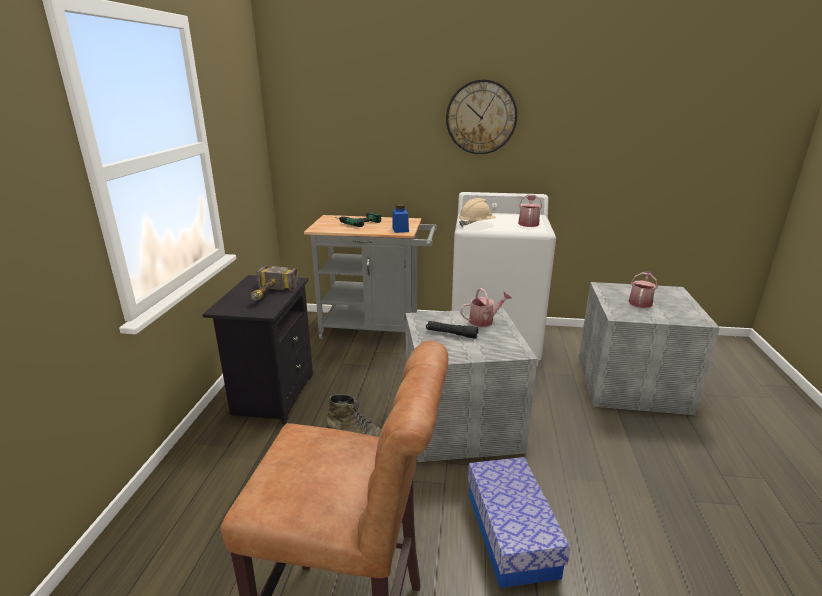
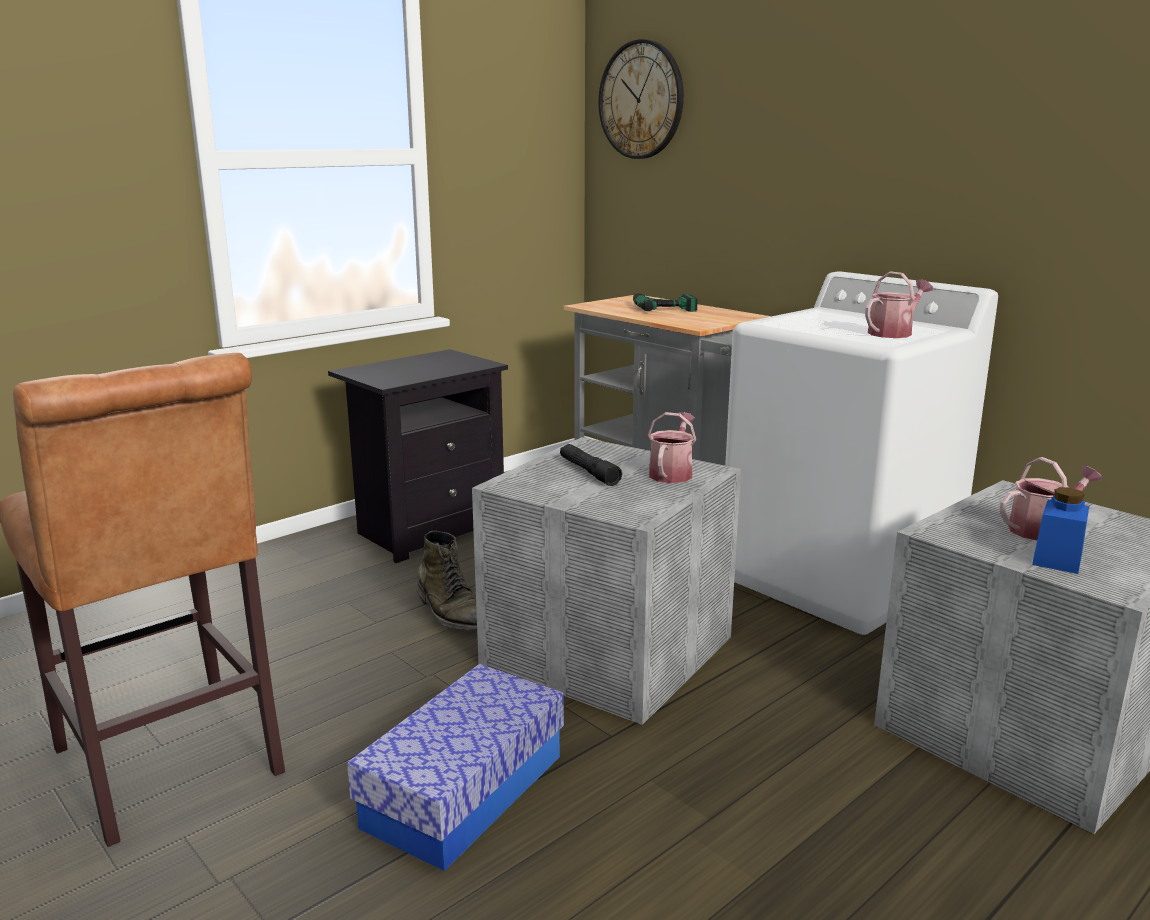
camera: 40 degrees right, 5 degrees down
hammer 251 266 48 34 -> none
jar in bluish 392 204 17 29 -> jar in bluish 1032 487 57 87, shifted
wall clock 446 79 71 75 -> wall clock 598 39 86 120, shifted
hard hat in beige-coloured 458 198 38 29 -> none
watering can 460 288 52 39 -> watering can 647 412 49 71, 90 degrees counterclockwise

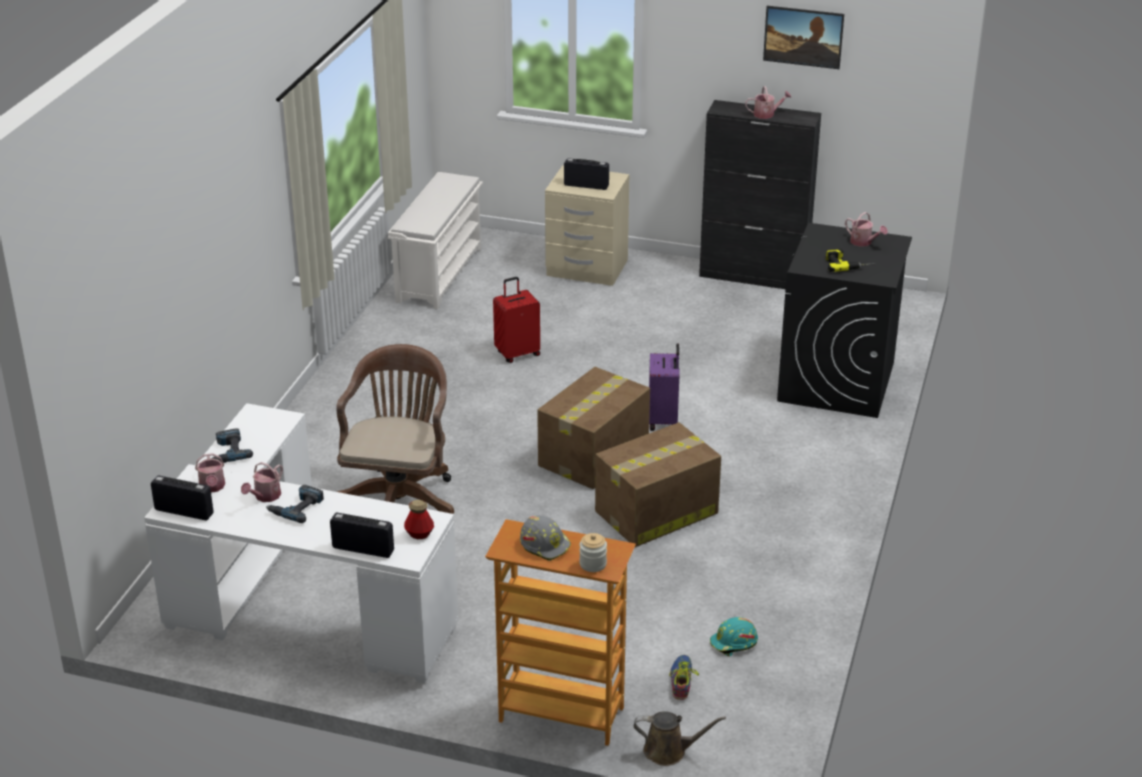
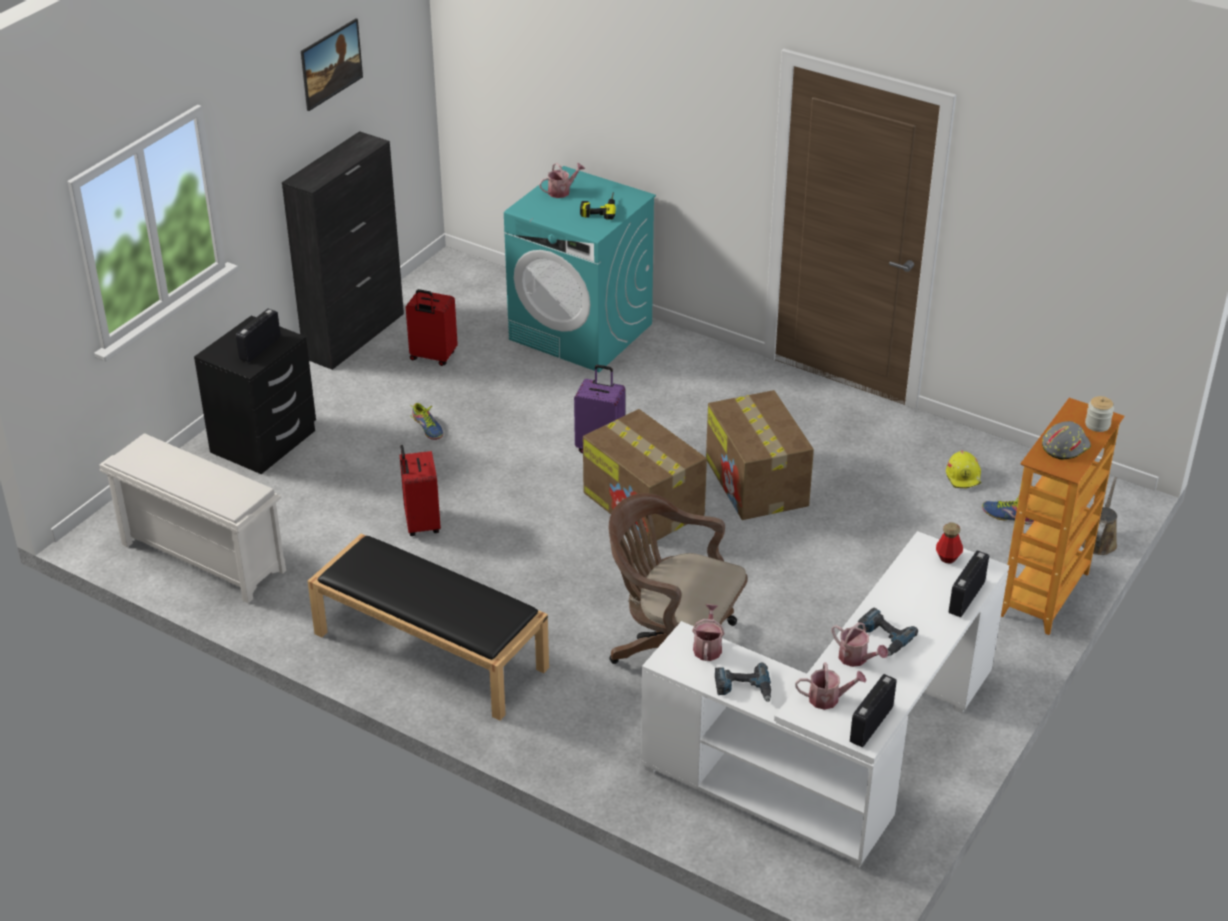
camera: 75 degrees left, 5 degrees up
bedside table in beige-coloured 545 165 84 121 -> bedside table in black-coloured 194 316 122 158
hard hat in turquoise 710 617 48 40 -> hard hat in yellow-coloured 946 451 35 37
watering can 745 86 46 33 -> watering can 692 604 32 57, shifted
washing machine in black-coloured 777 223 135 195 -> washing machine in turquoise 504 166 152 206
none -> bench in black-coloured 308 534 241 187
none -> suitcase in red-coloured 406 289 52 77
none -> item of footwear 410 403 33 37

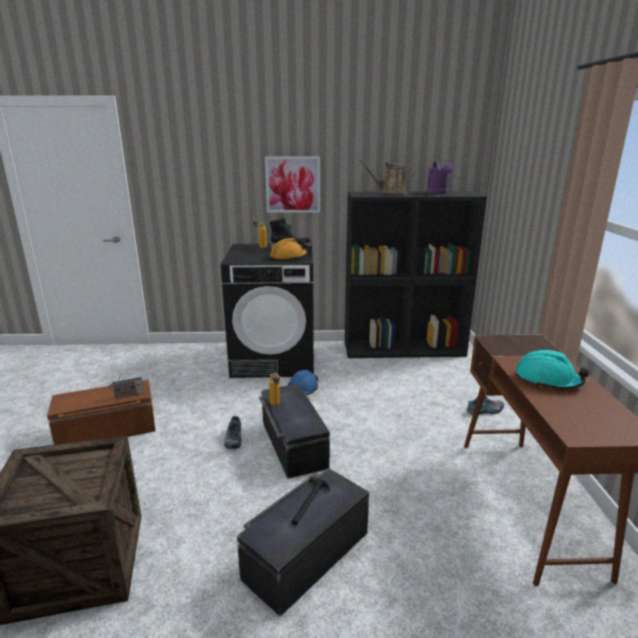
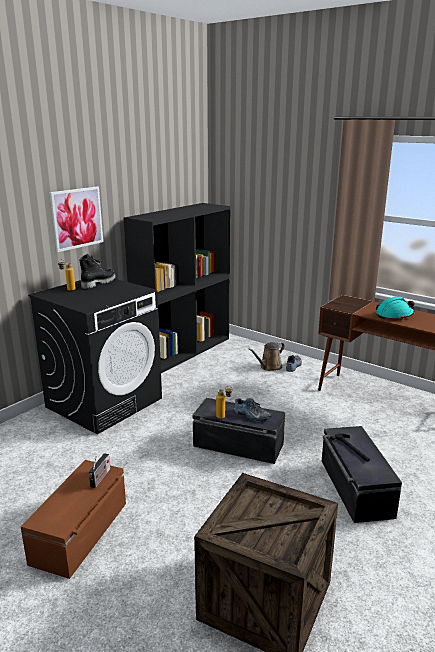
camera: 50 degrees left, 0 degrees up
item of footwear 224 416 18 33 -> item of footwear 234 398 37 24, shifted
hard hat in orange 270 238 38 23 -> none
hard hat in bluish 288 370 31 25 -> none
watering can in brownish 359 159 56 36 -> watering can in brownish 249 342 35 29, shifted
watering can in purple-coloured 427 161 26 33 -> none

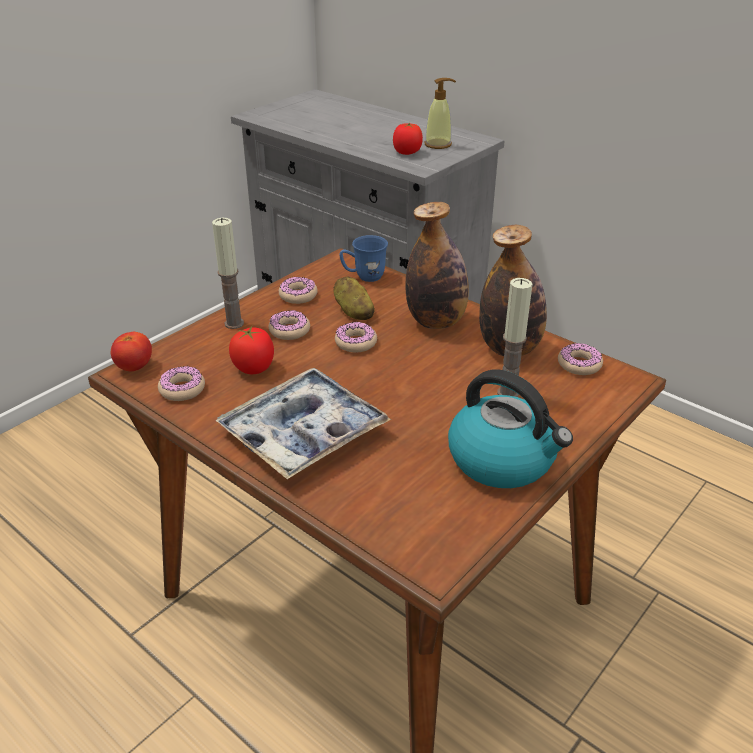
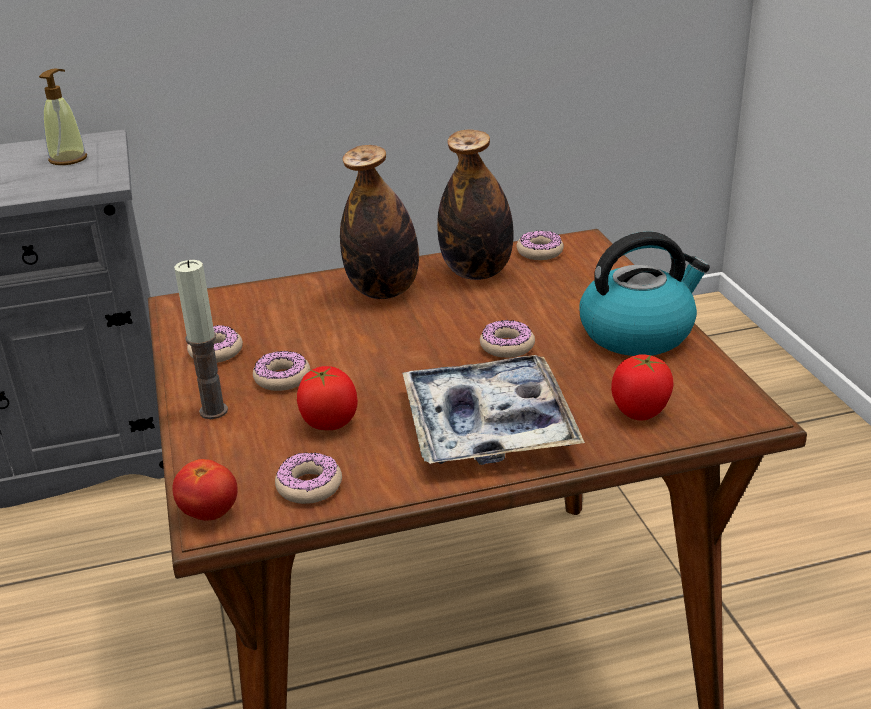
camera: 55 degrees left, 5 degrees down
whole potato 334 276 41 44 -> none
ring doughnut 335 322 42 30 -> ring doughnut 480 320 55 38, shifted
coffee mug in bluish 339 235 49 47 -> none
whole tomato 393 123 30 32 -> whole tomato 611 354 63 67, shifted
wax light 497 278 36 119 -> none

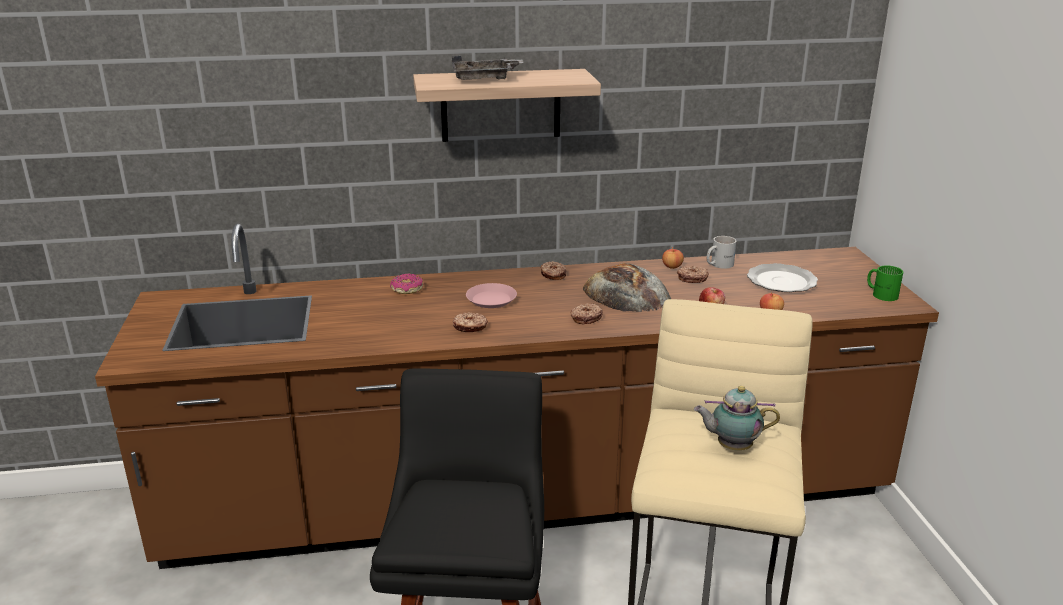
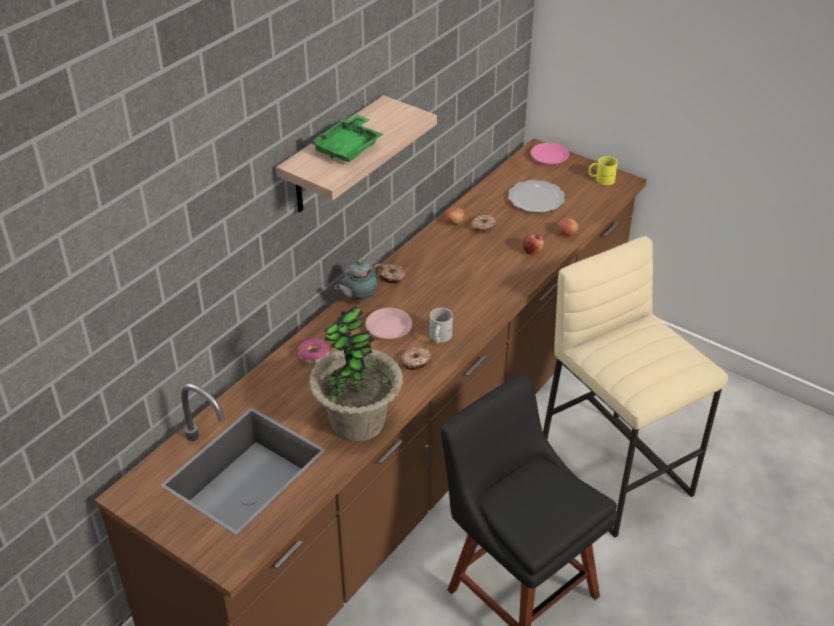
camera: 45 degrees left, 15 degrees up
serving tray in gray 452 55 72 25 -> serving tray in green-coloured 309 114 74 48
ring doughnut 570 304 33 20 -> none
bakery bread 583 263 88 49 -> none
teapot 694 386 86 65 -> teapot 334 259 50 44, shifted
coffee mug in white-coloured 707 236 29 33 -> coffee mug in white-coloured 430 308 23 36, shifted
coffee mug in green-coloured 867 265 36 36 -> coffee mug in yellow-coloured 589 156 29 29
none -> potted plant 309 305 94 136
none -> flat dish in pink-coloured 531 143 38 22

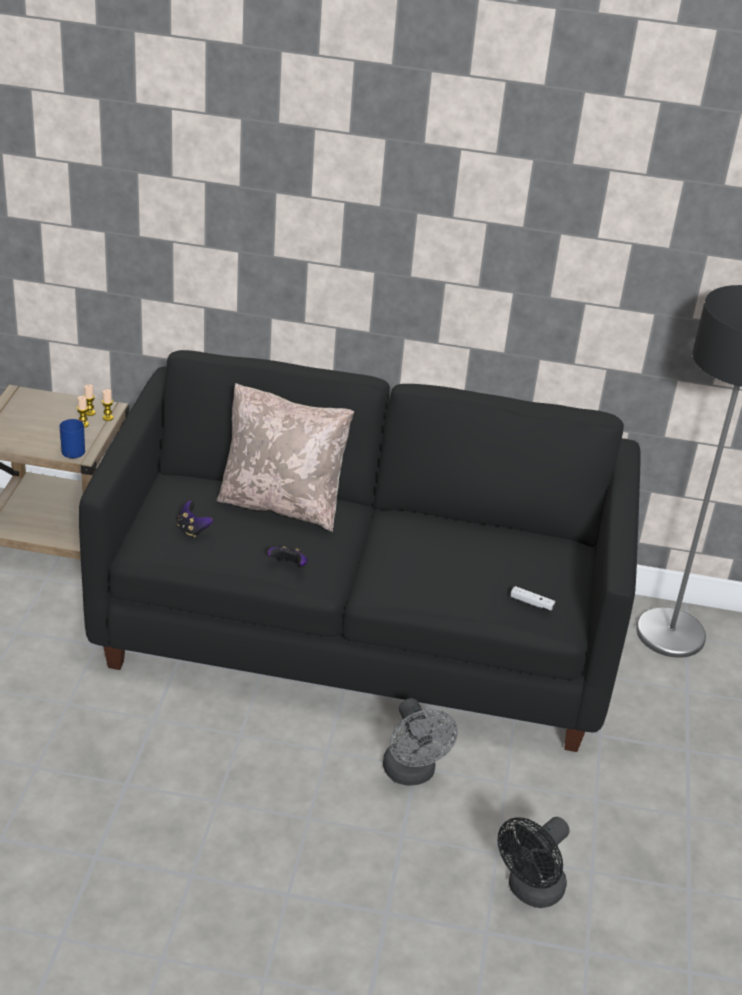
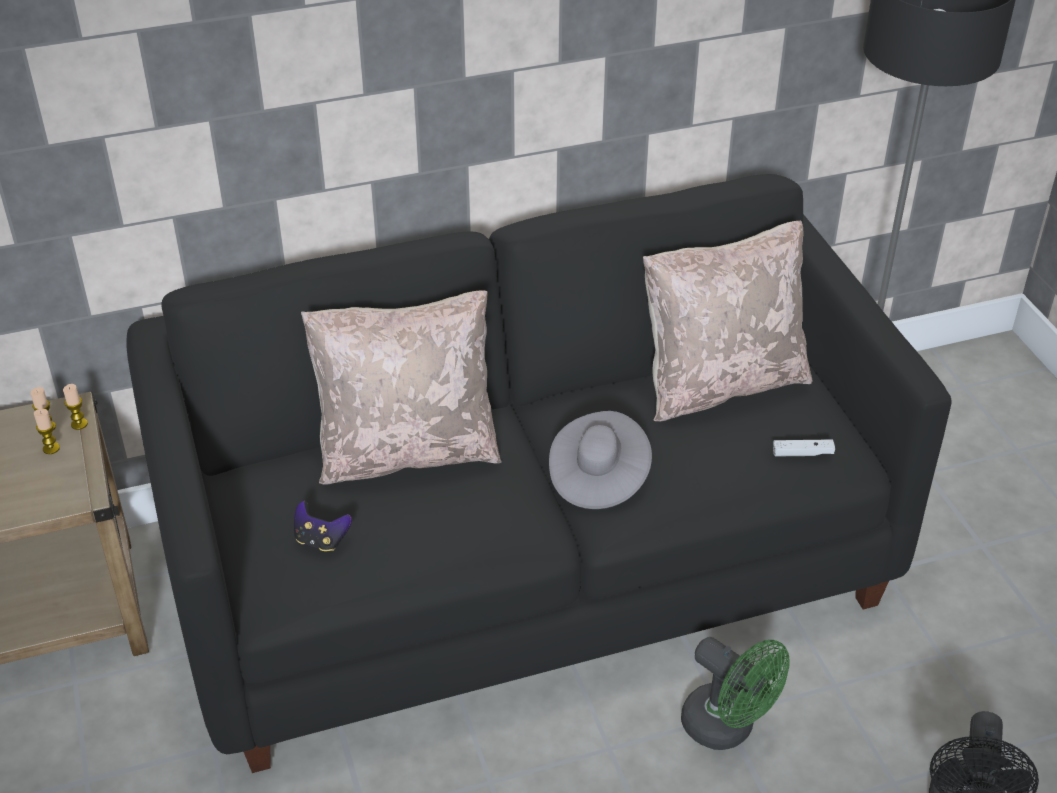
camera: 25 degrees left, 5 degrees up
coffee mug in bluish 59 419 26 39 -> none
game controller 268 546 40 21 -> none
electric fan in gray 383 698 75 88 -> electric fan in green-coloured 681 637 109 113
none -> clothing hat in gray 549 411 103 98
none -> throw pillow in beige-coloured 643 221 169 201

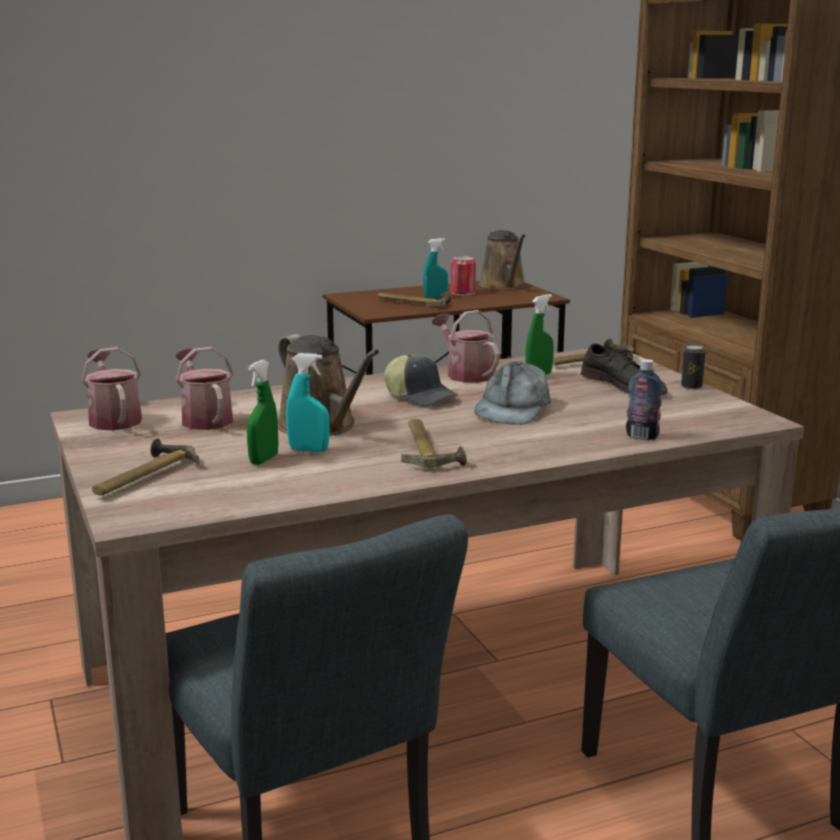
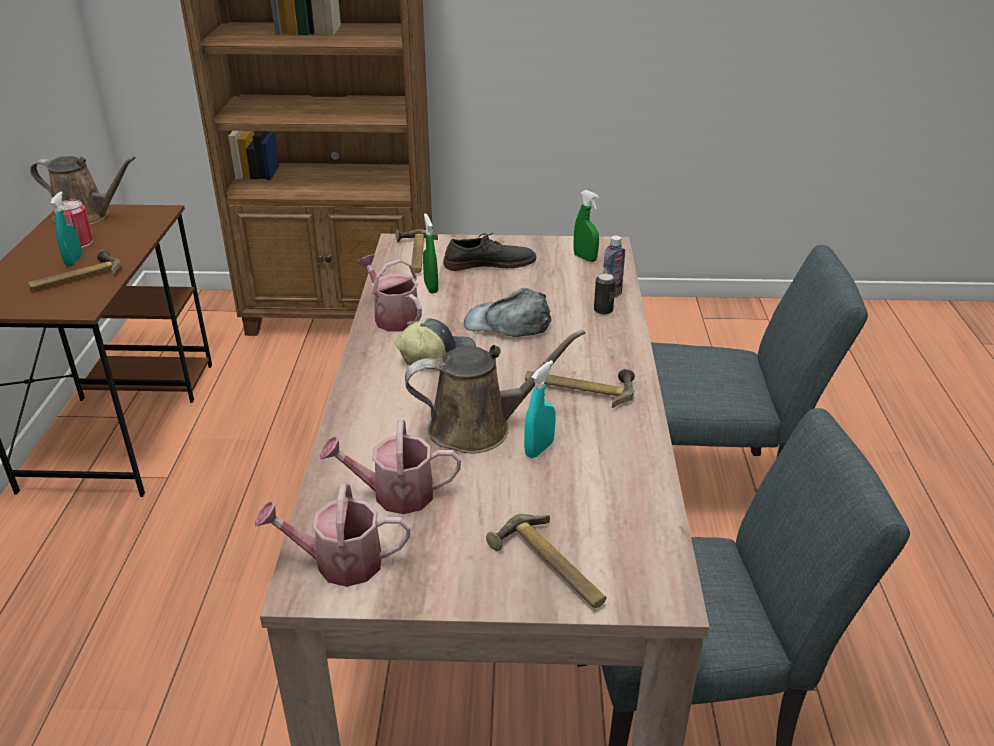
camera: 65 degrees left, 15 degrees up
hand sprayer in green-coloured 247 360 31 105 -> hand sprayer in green-coloured 574 190 25 72, shifted
watering can 432 310 68 73 -> watering can 357 255 65 77, 60 degrees clockwise
baseball cap in gray 474 361 77 64 -> baseball cap in gray 464 288 88 49, 150 degrees clockwise
sealed can 681 345 24 44 -> sealed can 594 273 22 42, shifted

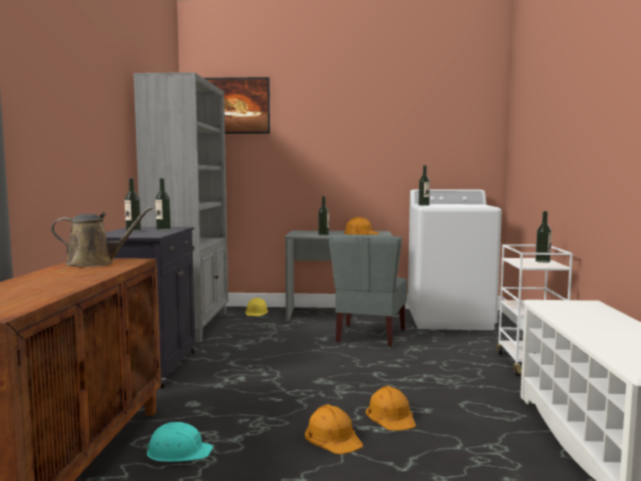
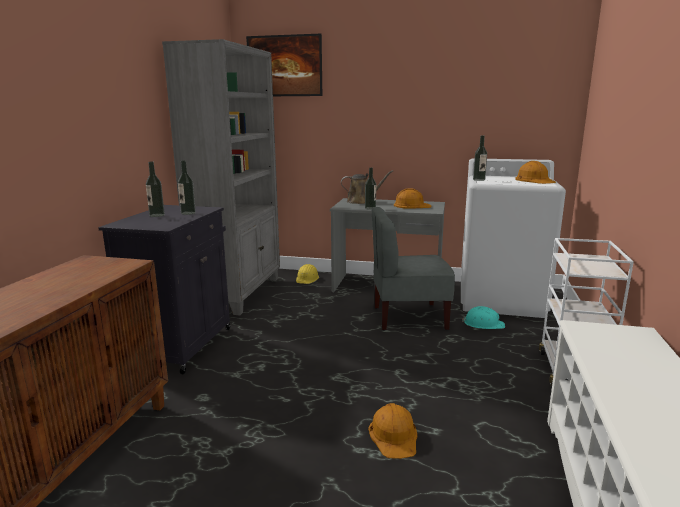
camera: 10 degrees right, 10 degrees up
watering can in brownish 51 207 102 60 -> watering can in brownish 341 170 52 34, shifted
hard hat in turquoise 143 422 70 40 -> hard hat in turquoise 462 306 43 23, shifted
hard hat in orange 305 404 58 50 -> hard hat in orange 515 161 41 23, shifted
upright chair in gray 329 234 78 113 -> upright chair in gray 372 207 83 123, 60 degrees clockwise
drink bottle 535 211 17 52 -> none

